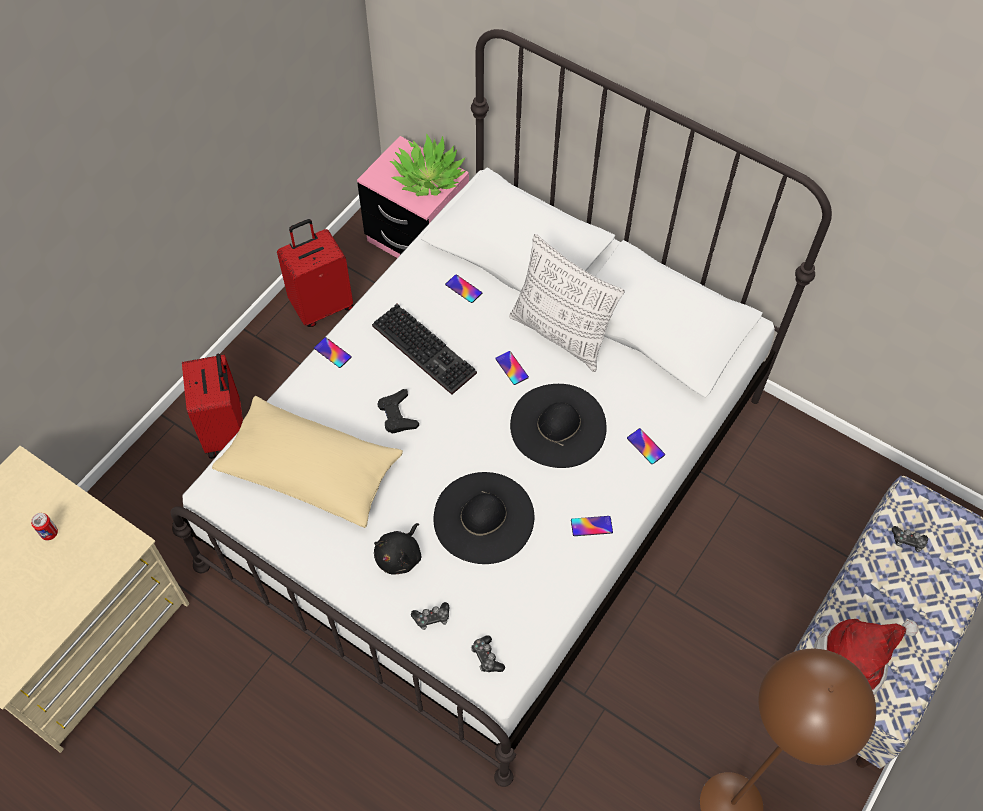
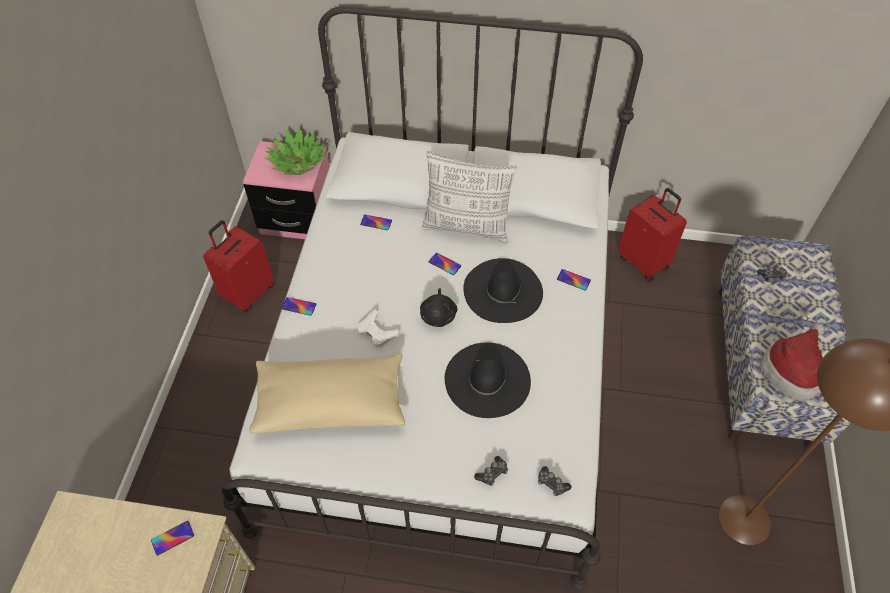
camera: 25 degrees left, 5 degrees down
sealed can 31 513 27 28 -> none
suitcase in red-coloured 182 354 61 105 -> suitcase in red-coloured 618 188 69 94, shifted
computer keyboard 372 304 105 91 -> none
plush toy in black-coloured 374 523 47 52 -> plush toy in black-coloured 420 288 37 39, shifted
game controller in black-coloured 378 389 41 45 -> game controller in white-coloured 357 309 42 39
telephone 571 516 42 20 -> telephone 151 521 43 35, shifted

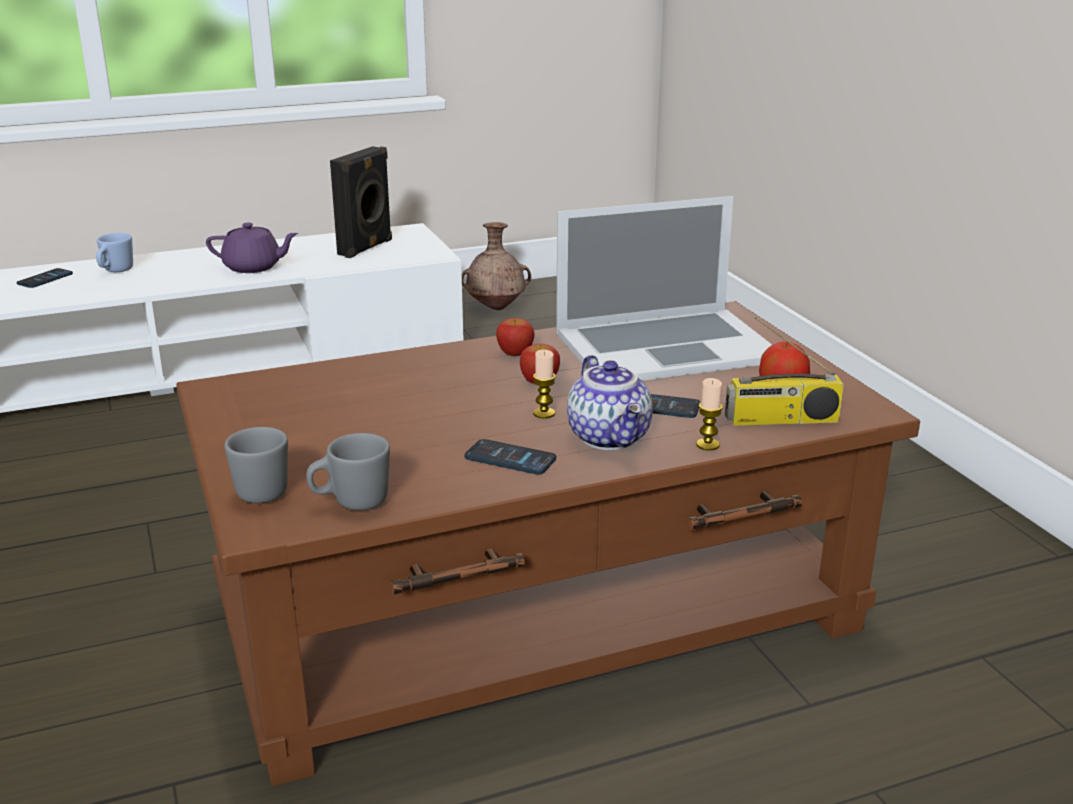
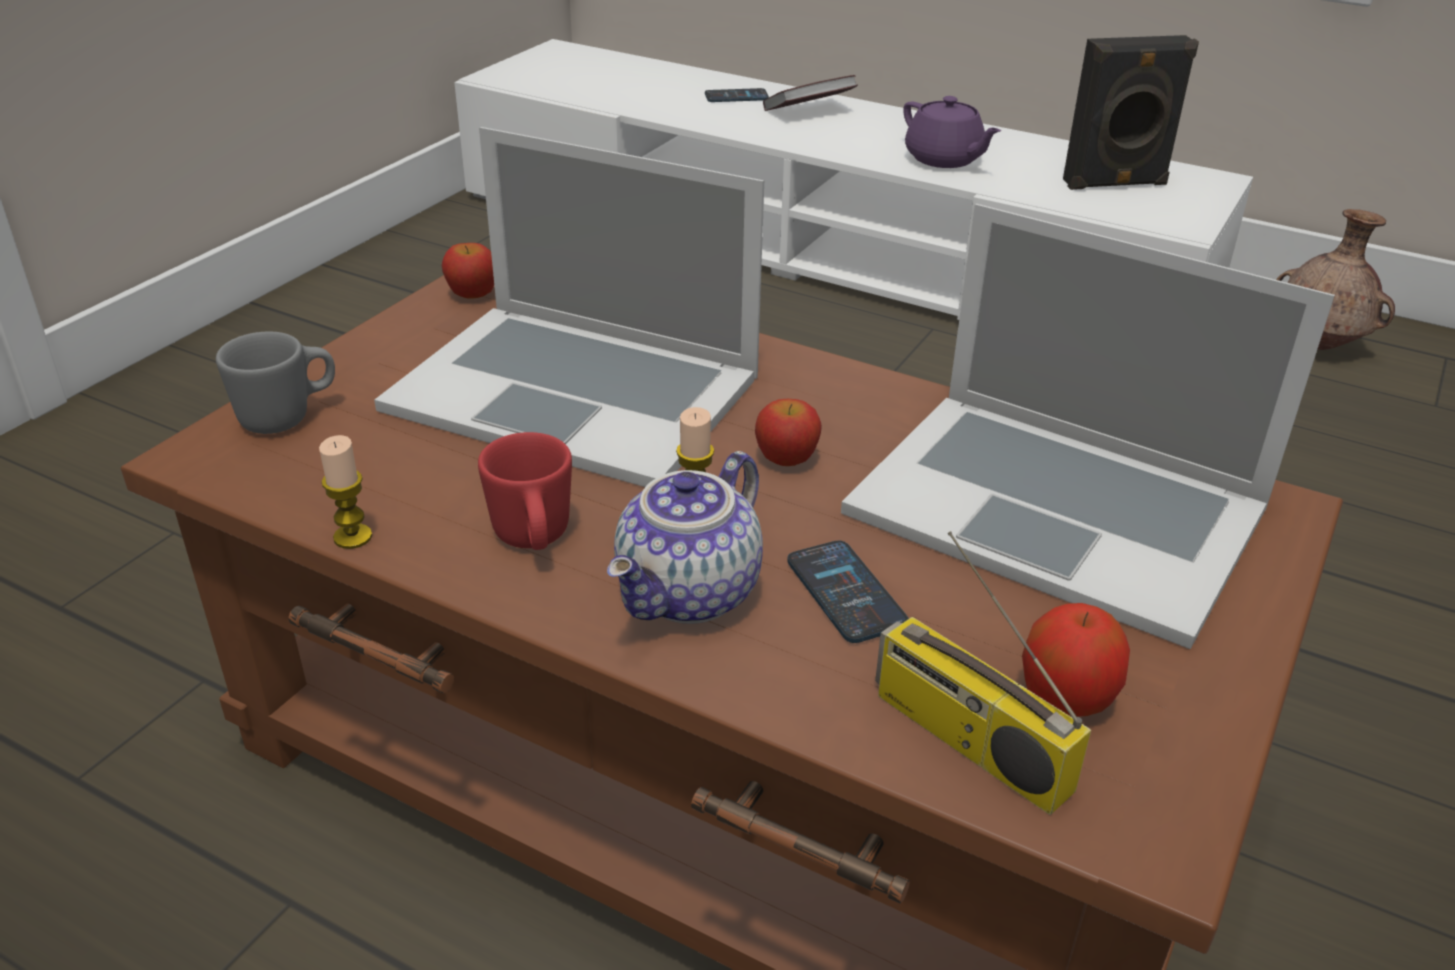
camera: 50 degrees right, 10 degrees up
coffee mug in bluish 96 233 37 39 -> book 763 75 95 36
coffee mug in gray 306 433 84 77 -> none
telephone 464 439 92 35 -> coffee mug in red-coloured 478 432 94 118
apple fruit 496 318 38 38 -> apple fruit 442 243 52 56, shifted
wax light 696 378 27 73 -> wax light 319 435 53 114, shifted
none -> laptop 374 127 390 360

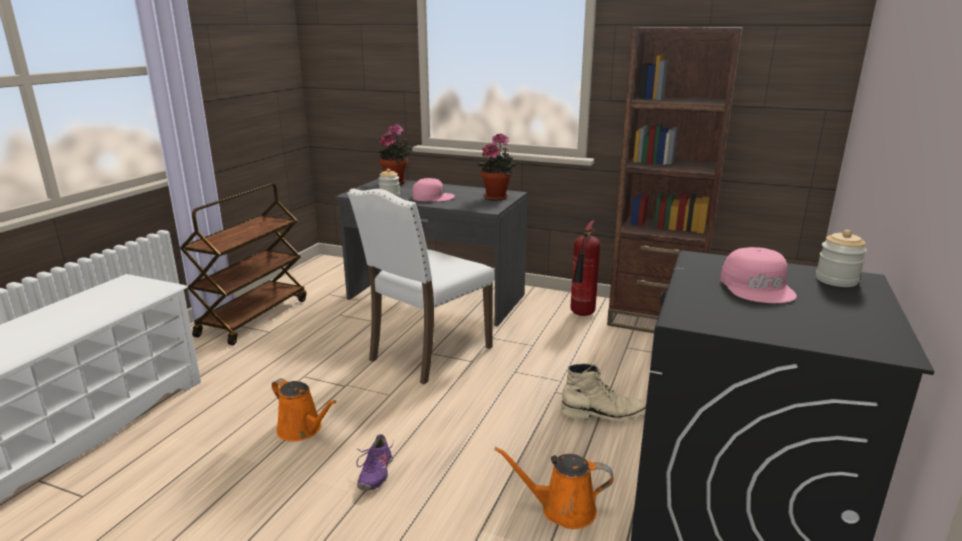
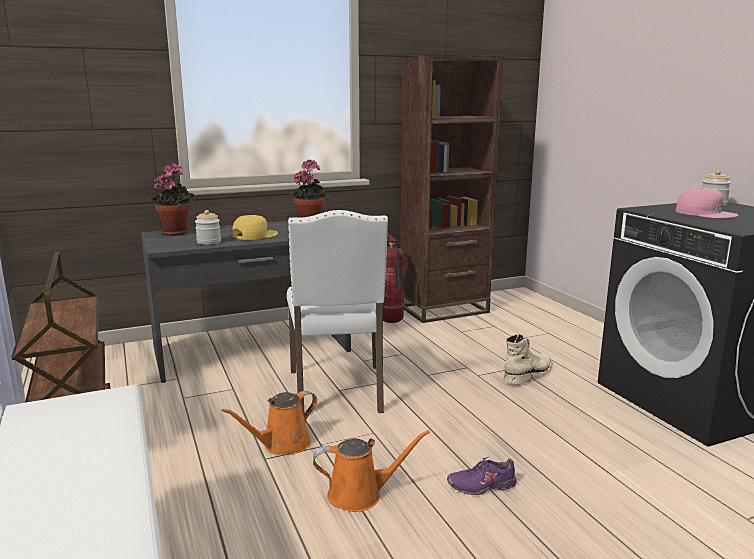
camera: 45 degrees left, 5 degrees down
item of footwear in purple-coloured 356 434 38 57 -> item of footwear in purple-coloured 447 457 70 38, 120 degrees clockwise
baseball cap in pink-coloured 413 178 42 23 -> baseball cap in yellow-coloured 232 215 46 25
watering can in orange 494 447 119 82 -> watering can in orange 221 391 96 64, shifted

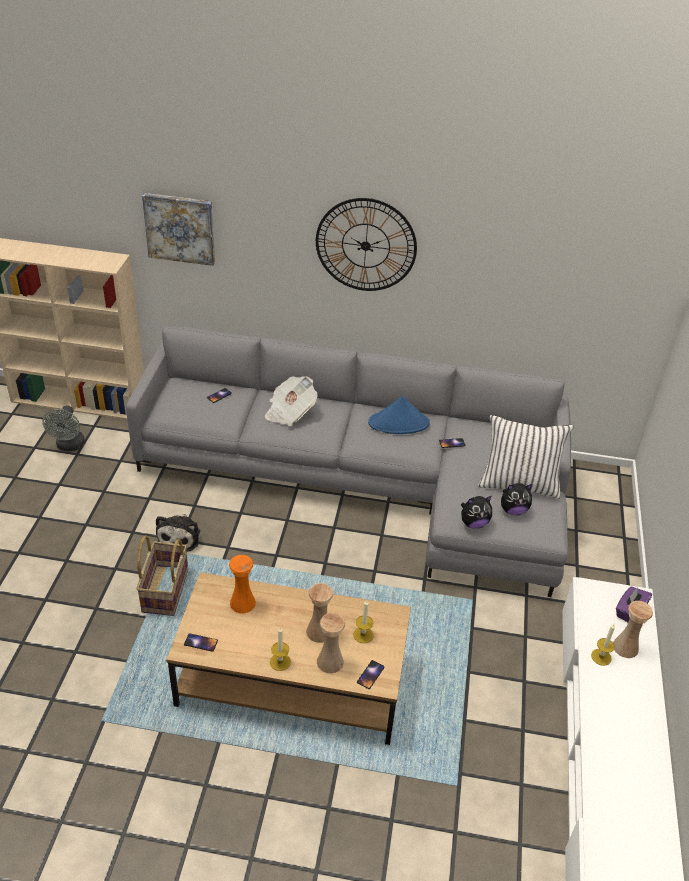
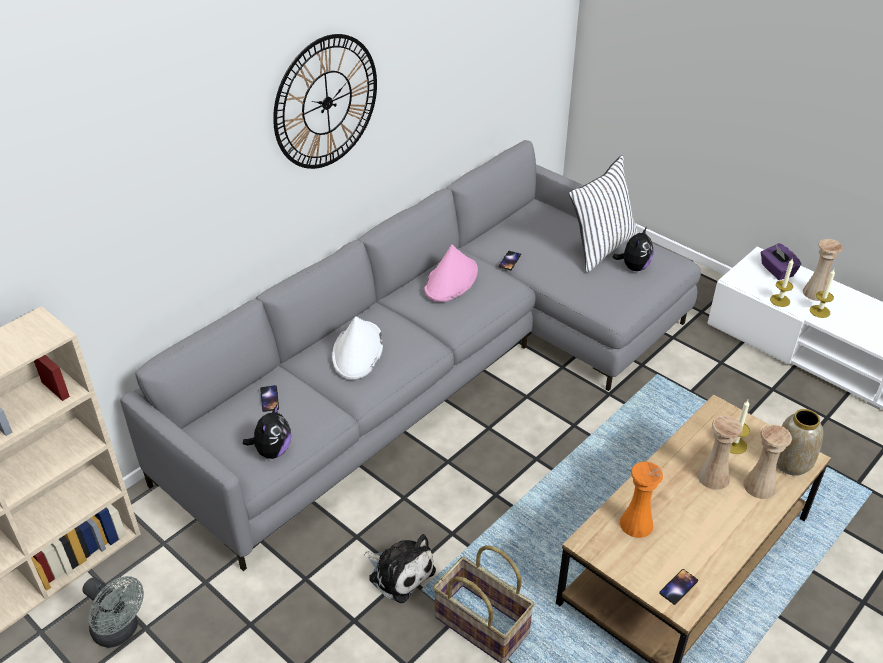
camera: 55 degrees left, 0 degrees up
wall art 142 193 73 73 -> none
printed paper 265 376 53 50 -> clothing hat in white-coloured 332 316 51 63
wax light 270 627 21 44 -> wax light 770 258 24 49, shifted
telephone 357 660 28 29 -> flower vase 776 409 47 67
clothing hat in bluish 368 396 62 38 -> clothing hat in pink-coloured 424 245 54 57
plush toy 461 496 31 33 -> plush toy 243 405 48 54, shifted

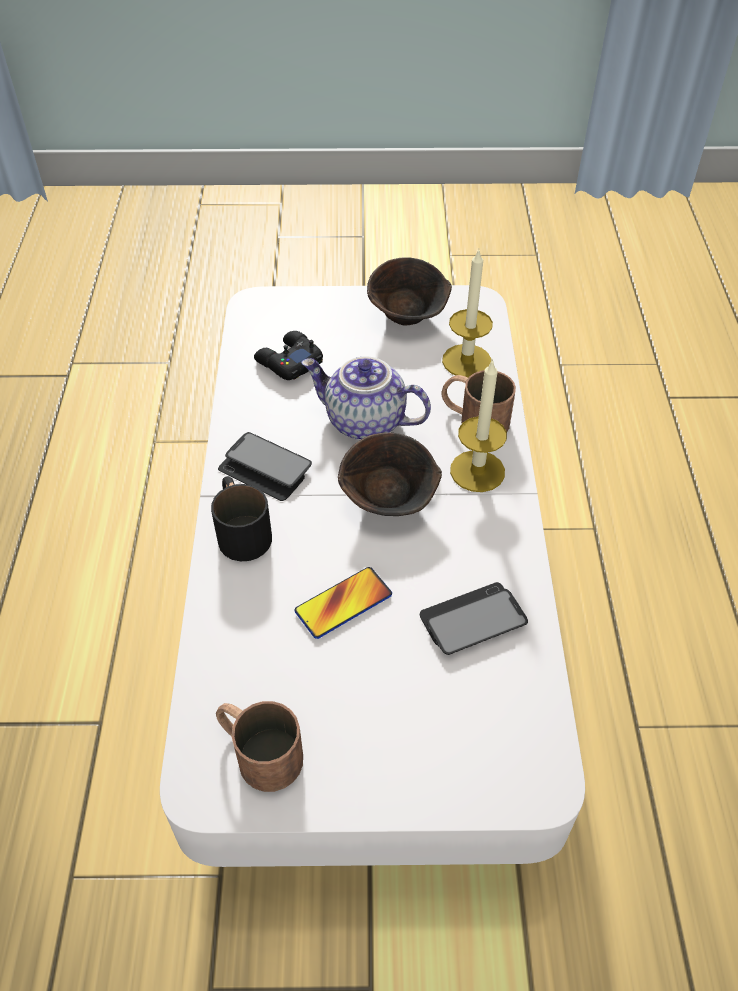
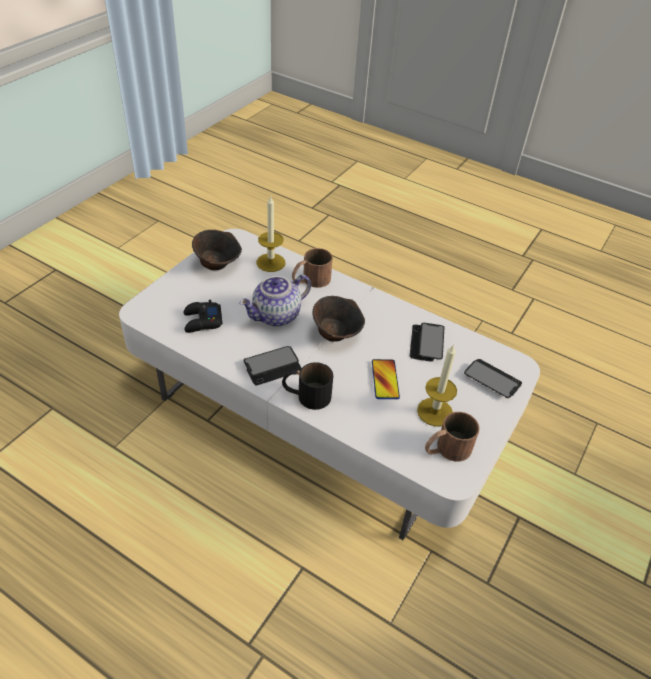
camera: 60 degrees left, 5 degrees down
wax light 450 359 57 133 -> wax light 417 344 40 82, shifted
none -> telephone 464 359 58 39

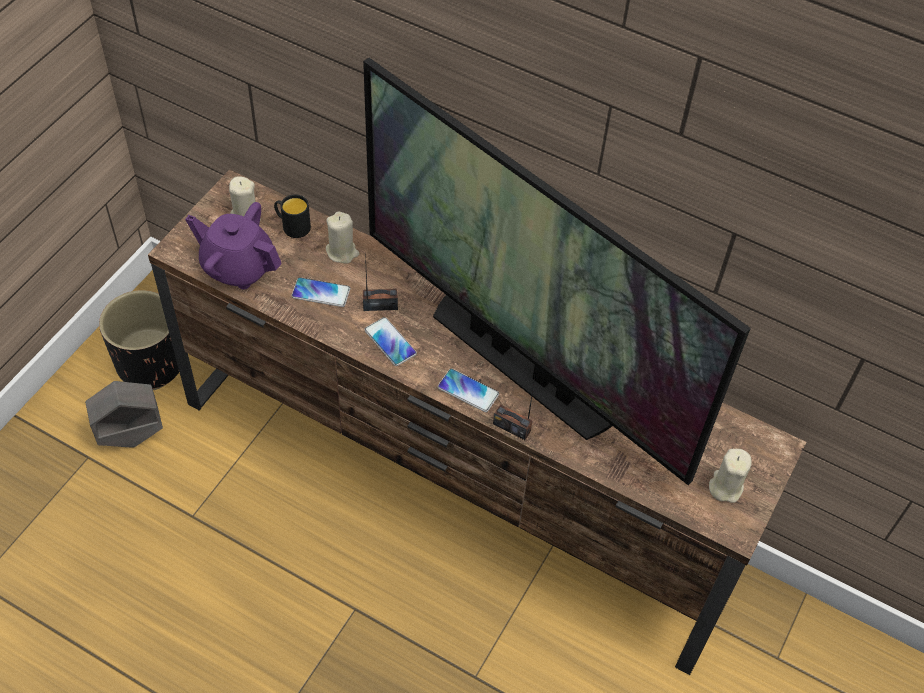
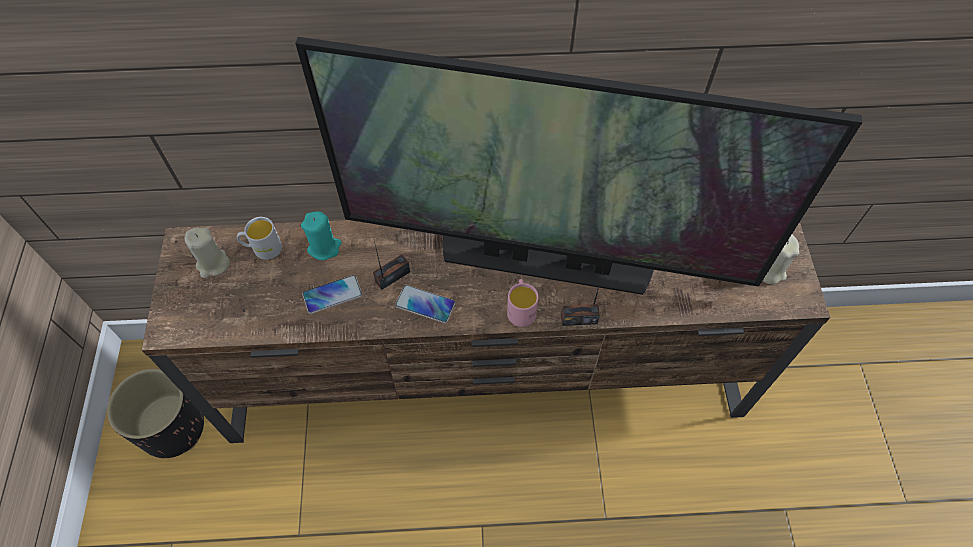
camera: 30 degrees left, 5 degrees up
planter in gray 85 381 78 67 -> none
teapot in purple-coloured 185 202 97 87 -> none
coffee mug in black-coloured 274 195 37 43 -> coffee mug in white-coloured 237 217 45 43
wax light in beige-coloured 326 212 33 52 -> wax light in turquoise 301 211 41 49
telephone 438 369 61 43 -> coffee mug in pink-coloured 507 279 32 48

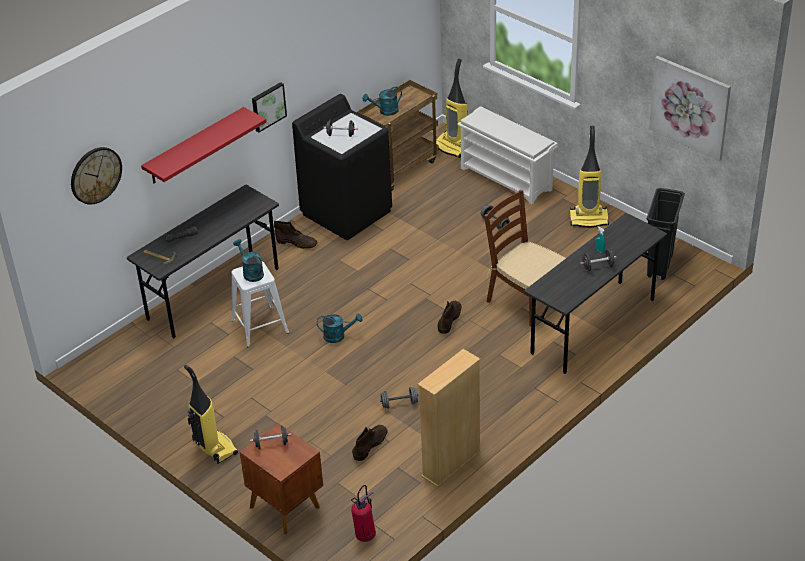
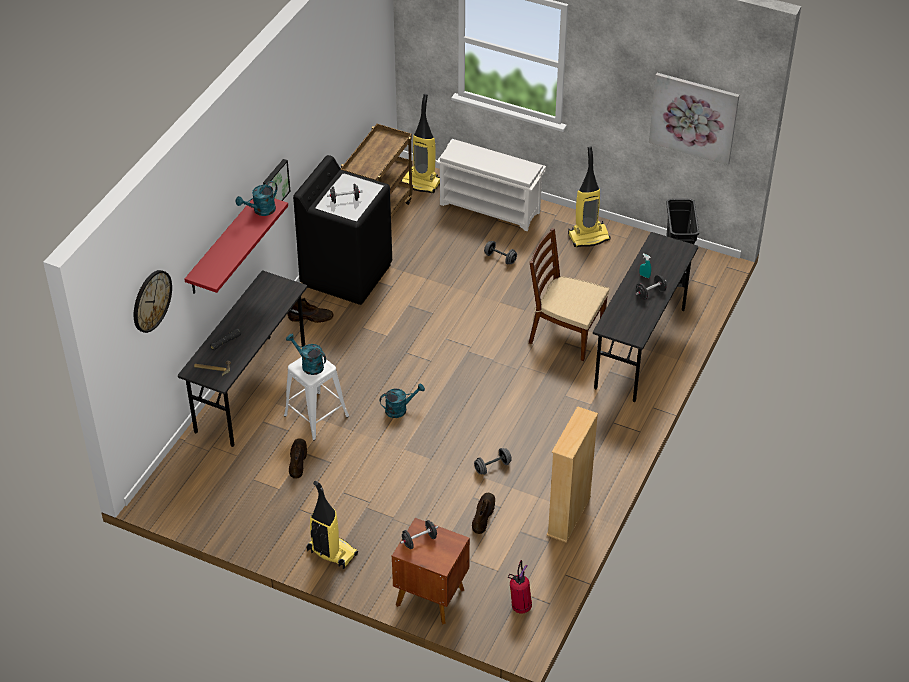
camera: 20 degrees left, 5 degrees up
watering can in turquoise 362 86 40 30 -> watering can in turquoise 236 181 41 35, shifted
tall boot in brownish 437 301 24 33 -> tall boot in brownish 289 439 18 40, shifted

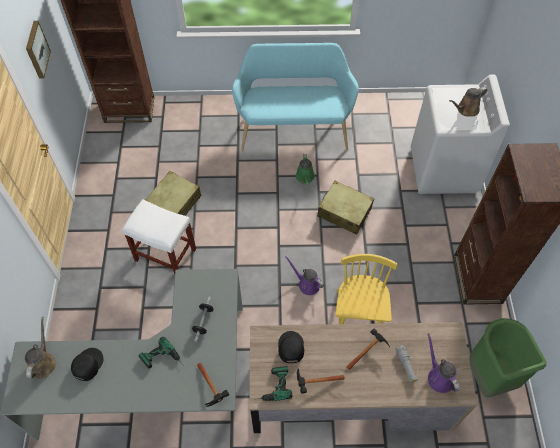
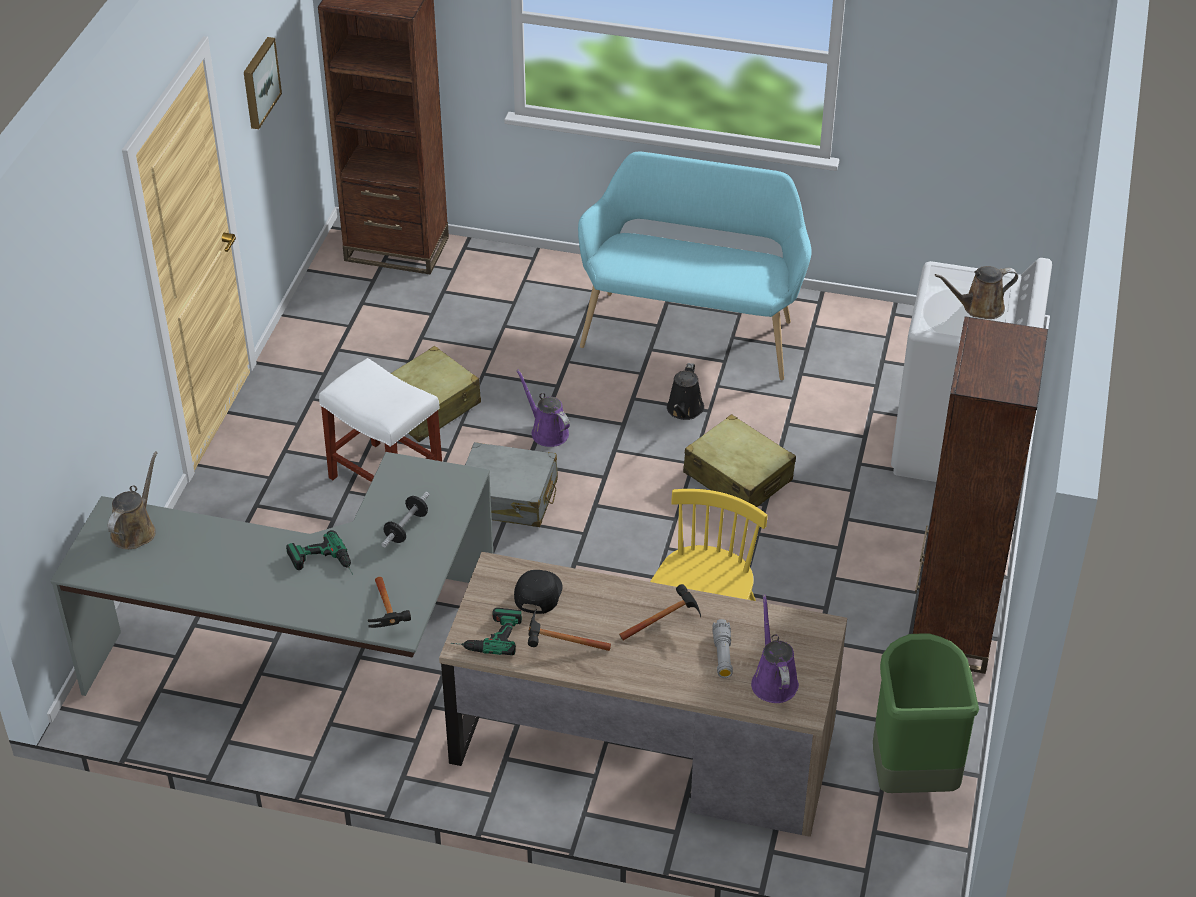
camera: 15 degrees right, 15 degrees down
baseball cap in black-coloured 71 348 32 33 -> none
watering can in purple-coloured 285 256 40 39 -> watering can in purple-coloured 516 369 54 78, shifted
watering can in green-coloured 296 154 19 30 -> watering can in black-coloured 667 363 37 57
none -> suitcase in gray 465 442 93 85

